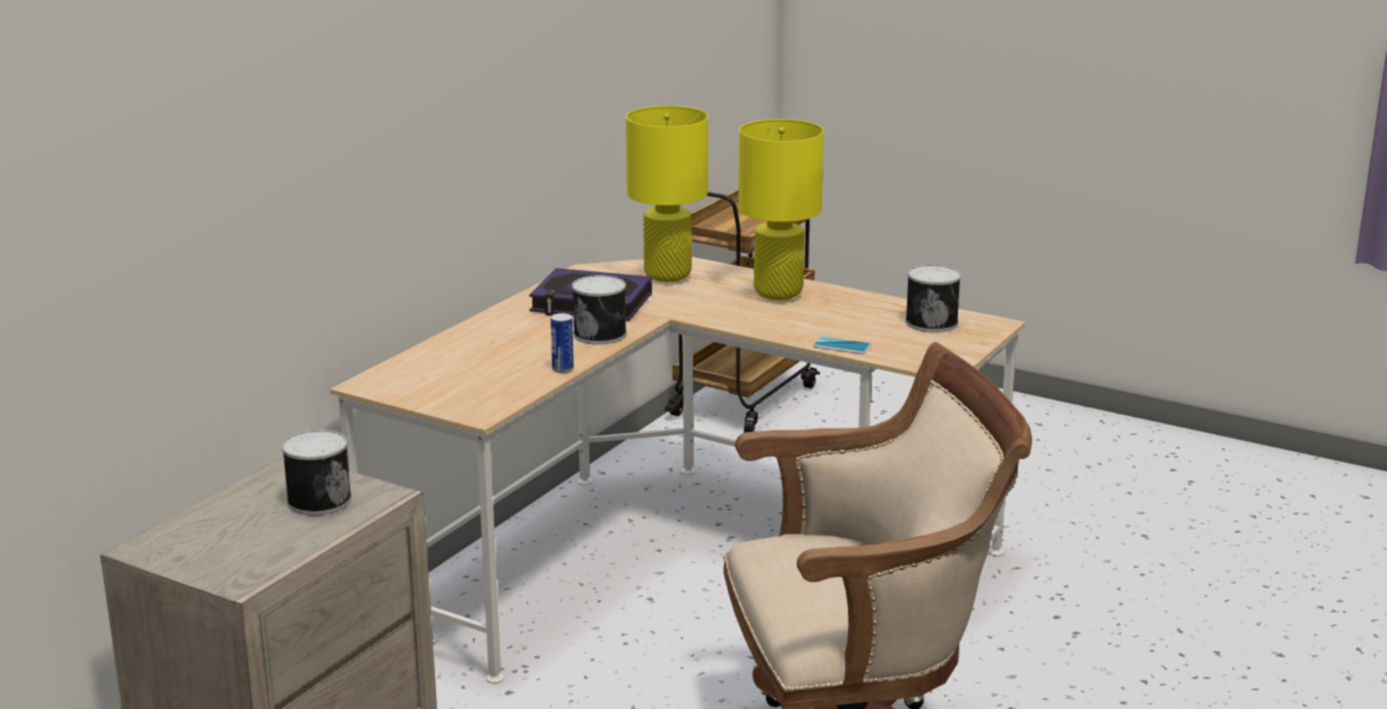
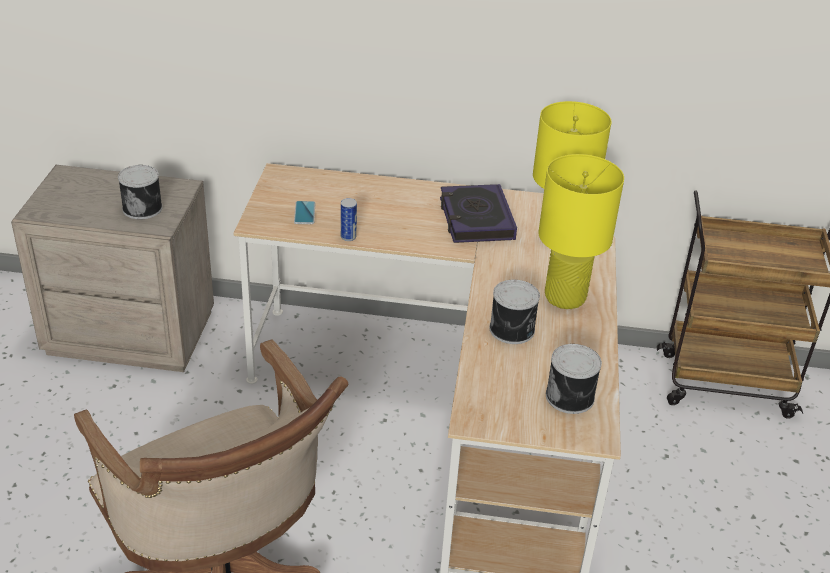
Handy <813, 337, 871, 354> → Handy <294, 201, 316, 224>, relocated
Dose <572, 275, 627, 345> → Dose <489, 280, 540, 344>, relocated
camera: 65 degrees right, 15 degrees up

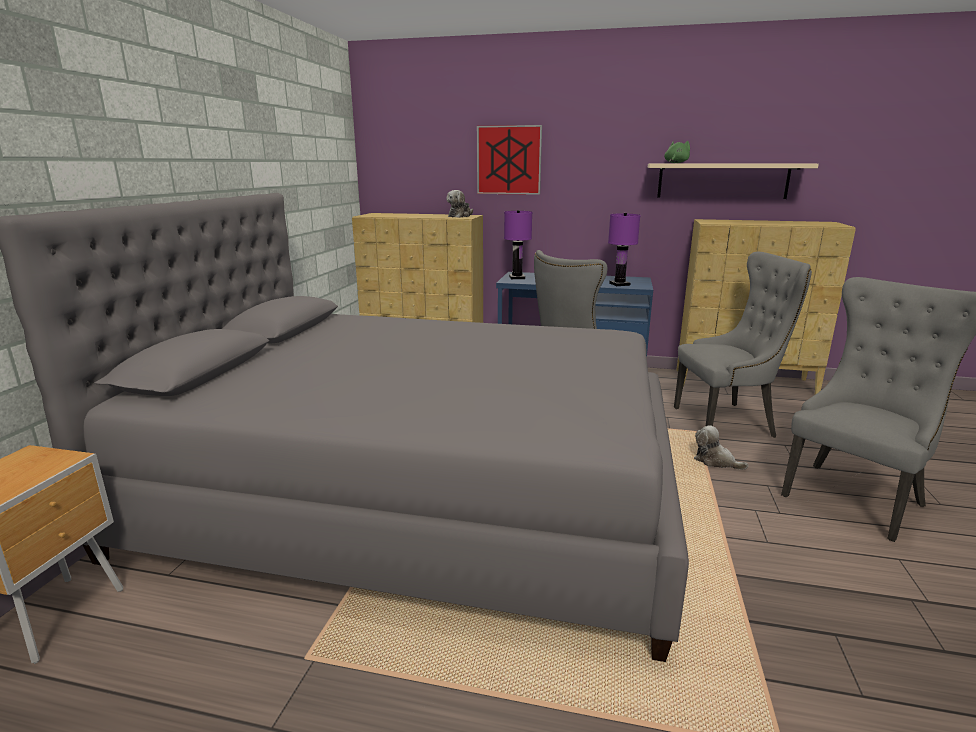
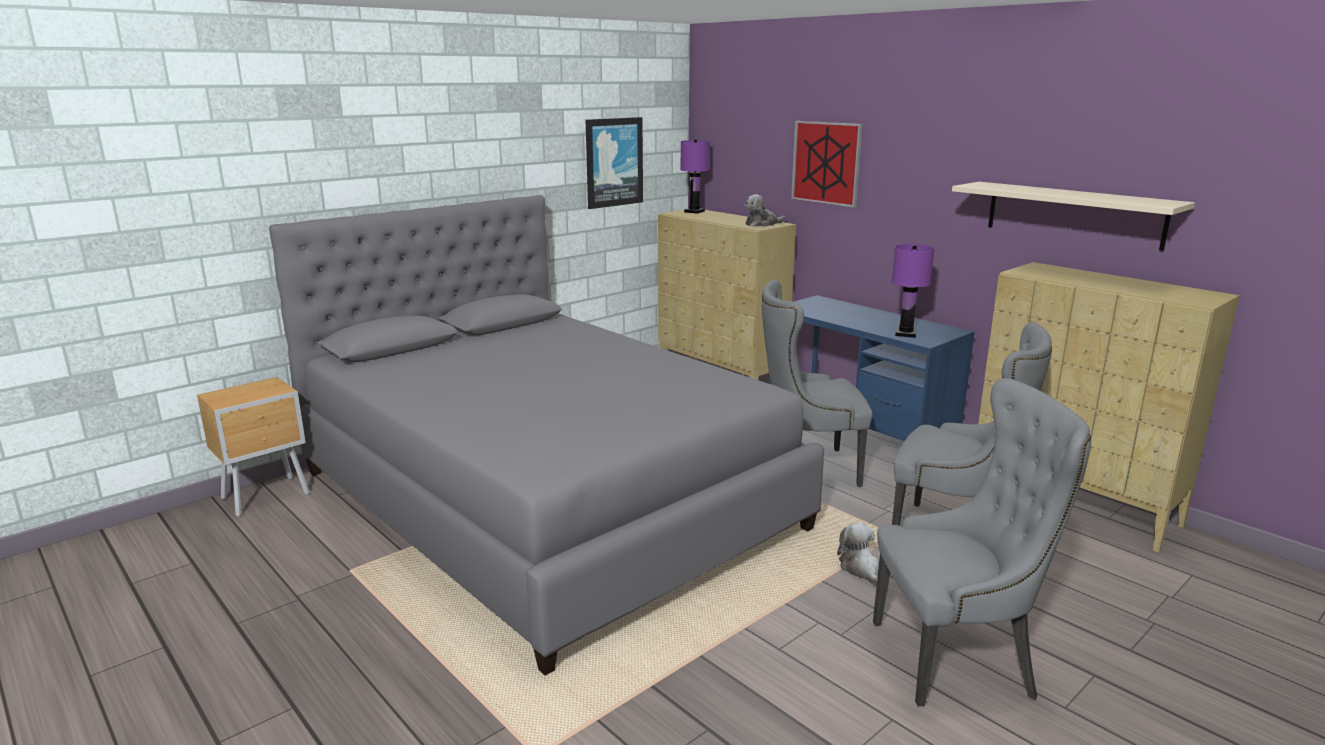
- → Bild <586, 117, 643, 209>
Tischlampe [lila] <504, 210, 532, 279> → Tischlampe [lila] <680, 139, 710, 214>, relocated
Plüschtier [grün] <664, 141, 690, 163> → -
camera: 35 degrees right, 0 degrees up

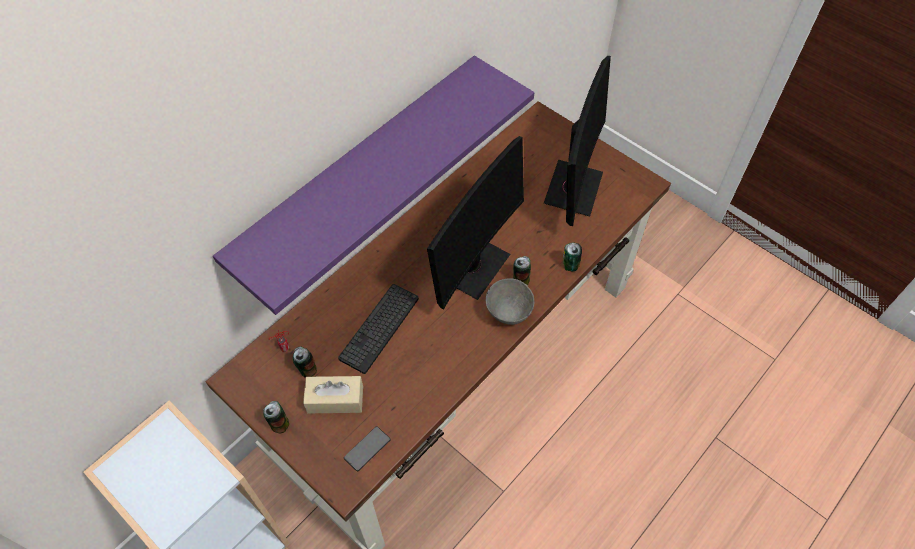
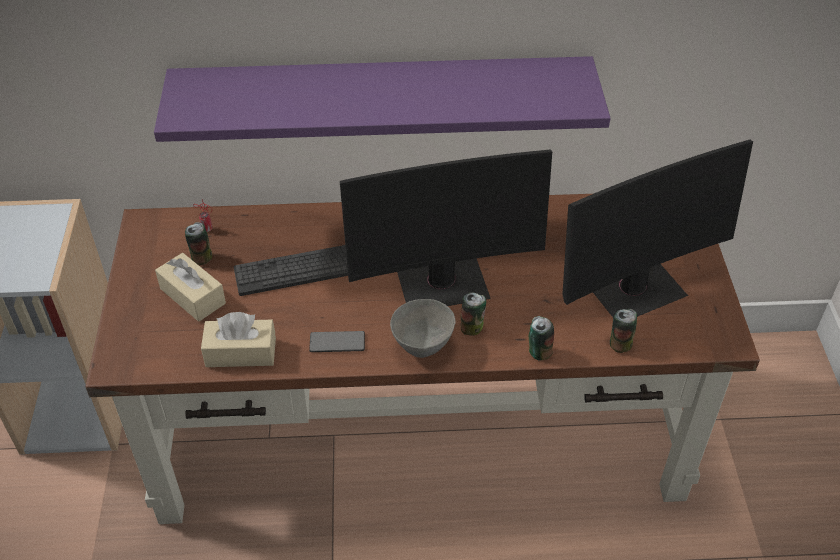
- → Taschentuchbox [beige] <201, 312, 276, 367>
Handy <344, 426, 391, 471> → Handy <309, 331, 365, 352>, relocated
Dose <263, 401, 289, 433> → Dose <610, 309, 637, 353>, relocated
camera: 45 degrees right, 10 degrees down

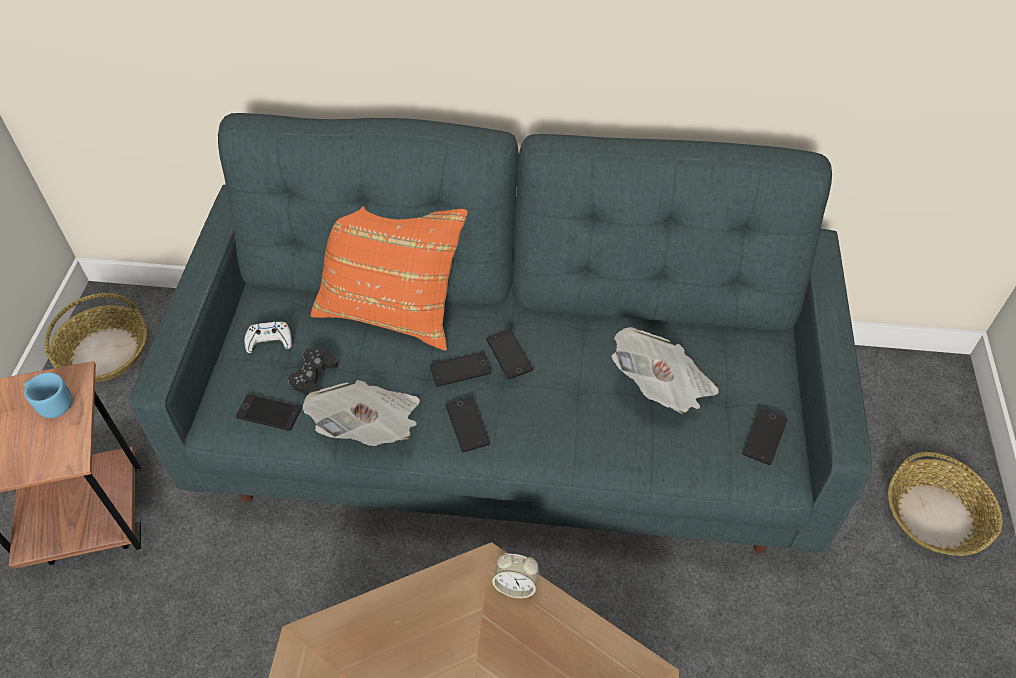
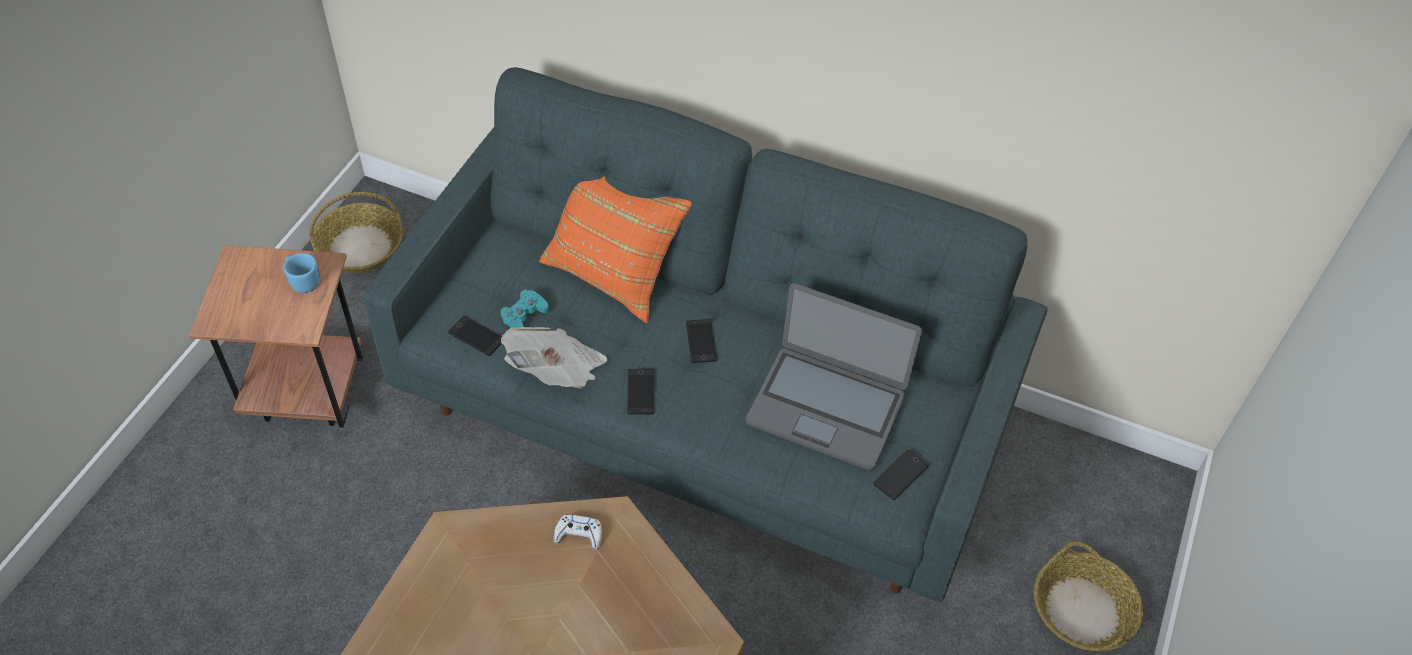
Gamepad [schwarz] <287, 348, 338, 395> → Gamepad [türkis] <500, 289, 549, 328>
Gamepad [weiß] <245, 322, 292, 353> → Gamepad [weiß] <554, 514, 602, 550>, relocated
Zeitung <611, 327, 719, 414> → Laptop <746, 283, 922, 471>
Handy <430, 352, 491, 387> → -
Wecker <492, 553, 539, 598> → -
camera: 15 degrees right, 0 degrees up

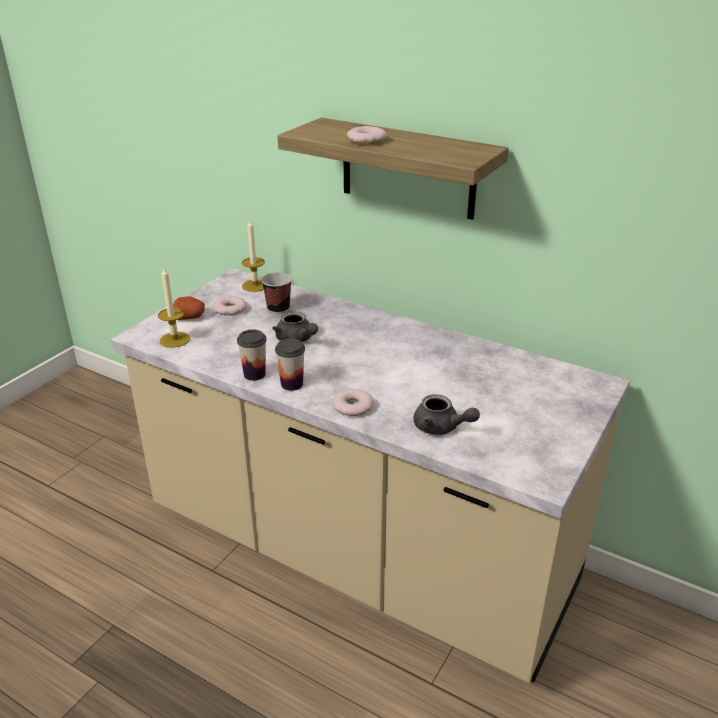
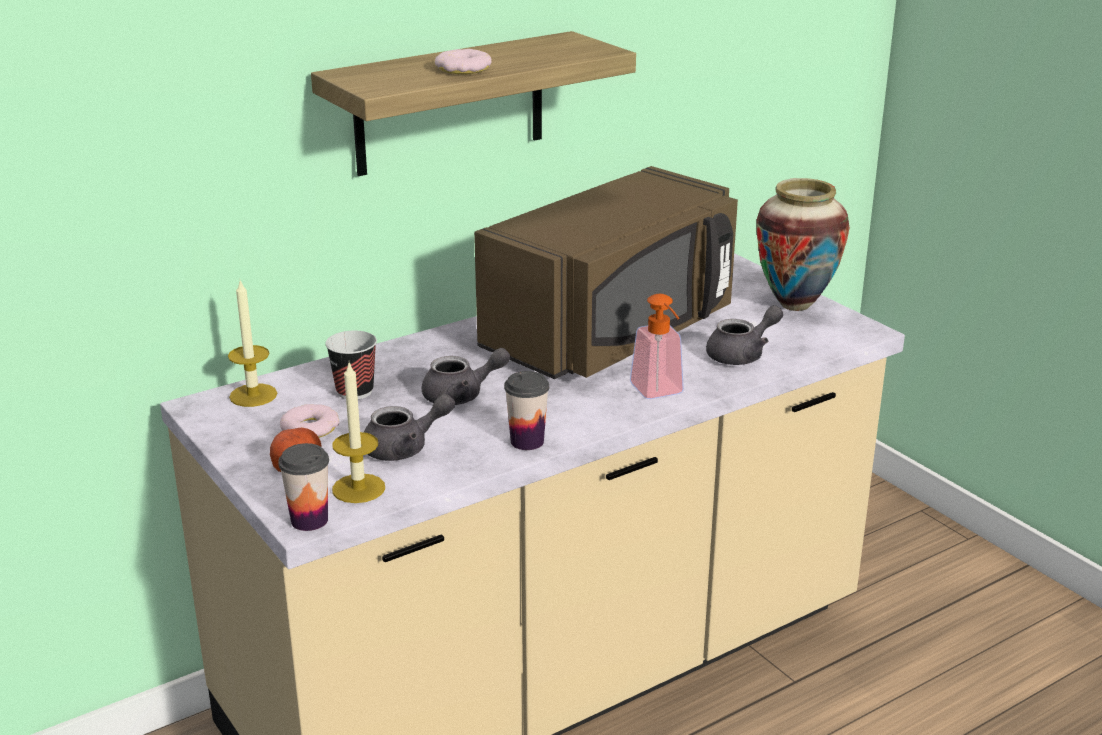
Tasse <275, 338, 305, 391> → Tasse <278, 443, 329, 531>, relocated
- → Teekanne [grau] <364, 394, 455, 461>
- → Mikrowelle [braun] <474, 166, 738, 379>
Donut <333, 389, 374, 416> → Seifenspender <630, 294, 684, 399>
- → Vase <757, 178, 849, 311>
camera: 65 degrees left, 5 degrees down

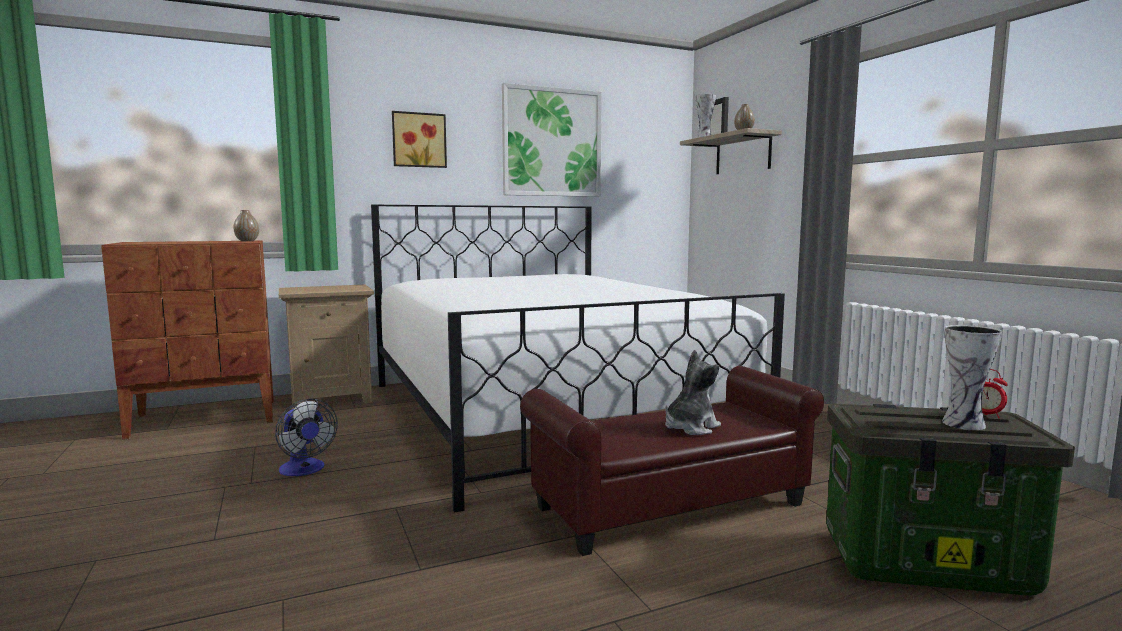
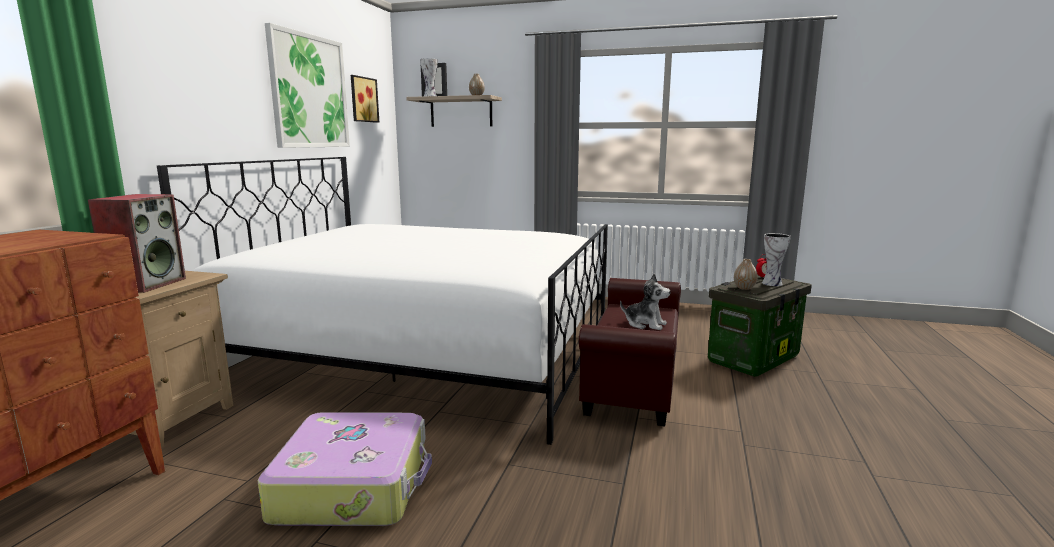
- → Lautsprecher <88, 194, 186, 293>
Ventilator <275, 399, 338, 476> → Koffer <258, 412, 432, 526>
Bild <392, 111, 447, 168> → Bild <351, 75, 379, 123>, relocated
Plüschtier <665, 350, 721, 435> → Plüschtier <620, 273, 670, 330>, 120 degrees clockwise
Vase <234, 210, 259, 241> → Vase <734, 259, 758, 290>, relocated
camera: 50 degrees left, 5 degrees up

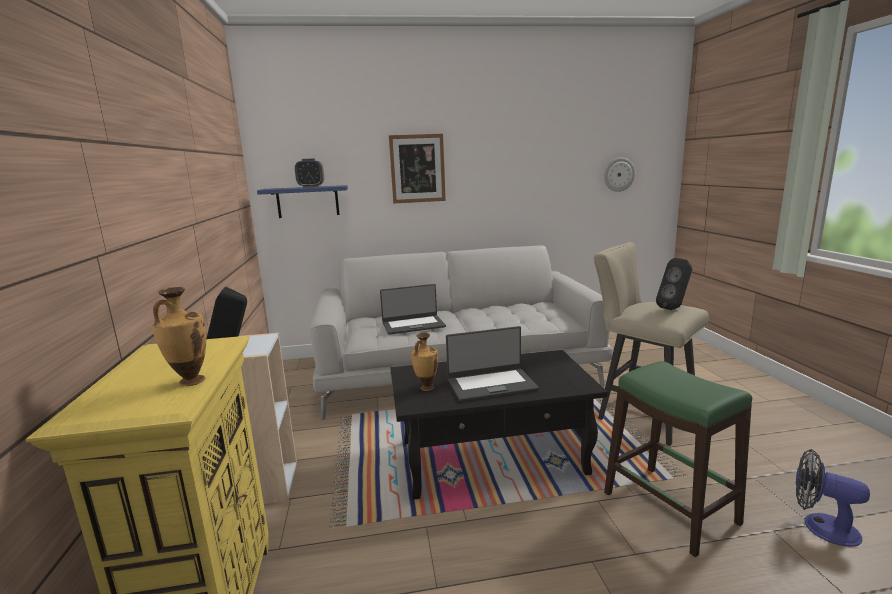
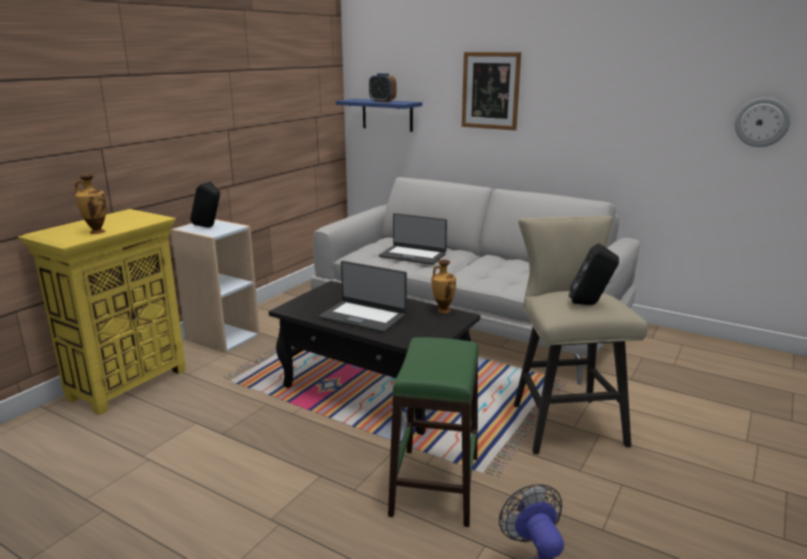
Vase <411, 333, 438, 391> → Vase <431, 259, 456, 313>, relocated
camera: 40 degrees right, 5 degrees up

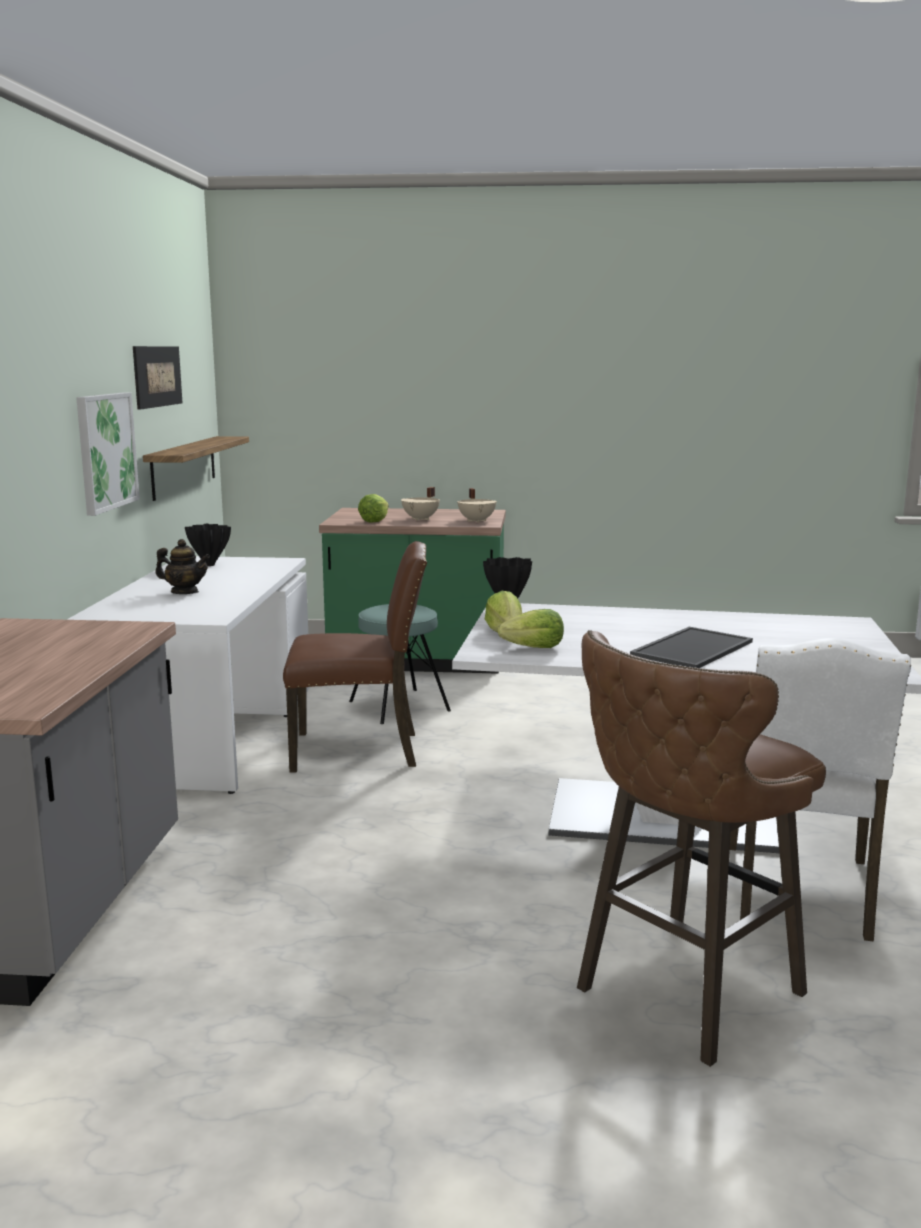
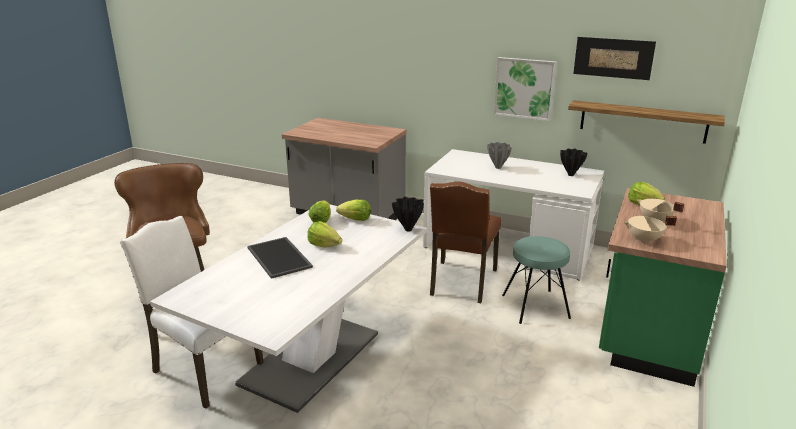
- → Salatkopf <308, 221, 342, 247>
Teekanne <155, 539, 210, 594> → Vase [grau] <487, 142, 512, 169>
camera: 110 degrees right, 10 degrees up

